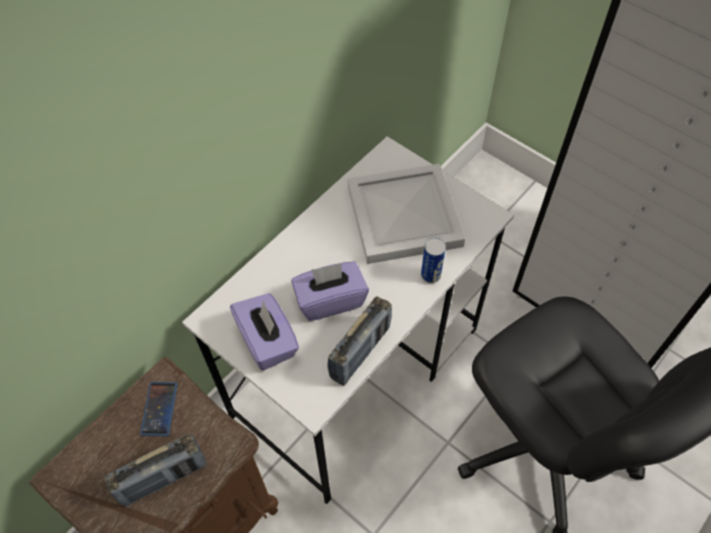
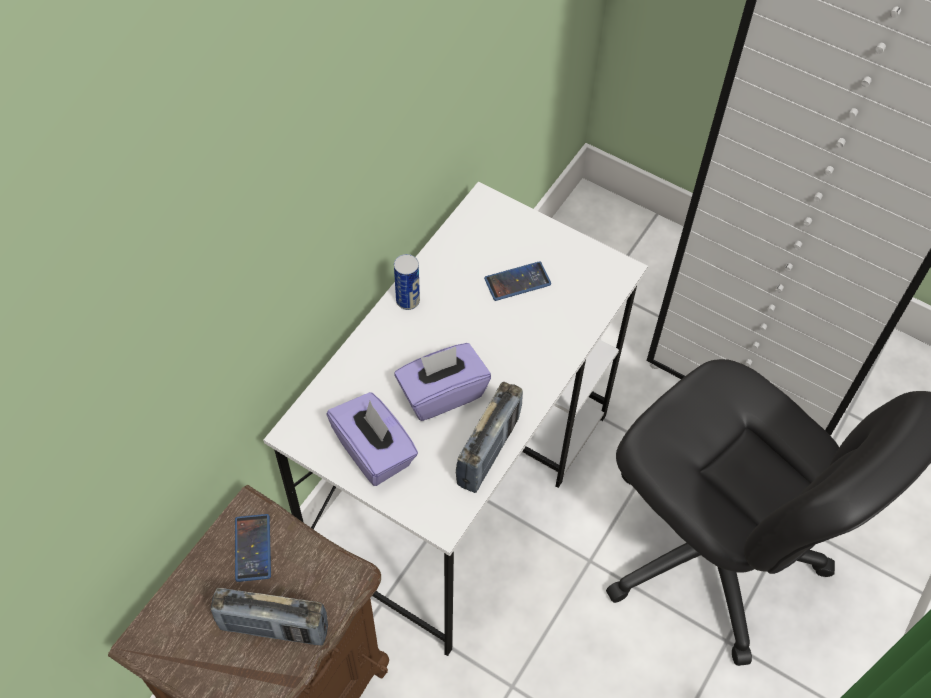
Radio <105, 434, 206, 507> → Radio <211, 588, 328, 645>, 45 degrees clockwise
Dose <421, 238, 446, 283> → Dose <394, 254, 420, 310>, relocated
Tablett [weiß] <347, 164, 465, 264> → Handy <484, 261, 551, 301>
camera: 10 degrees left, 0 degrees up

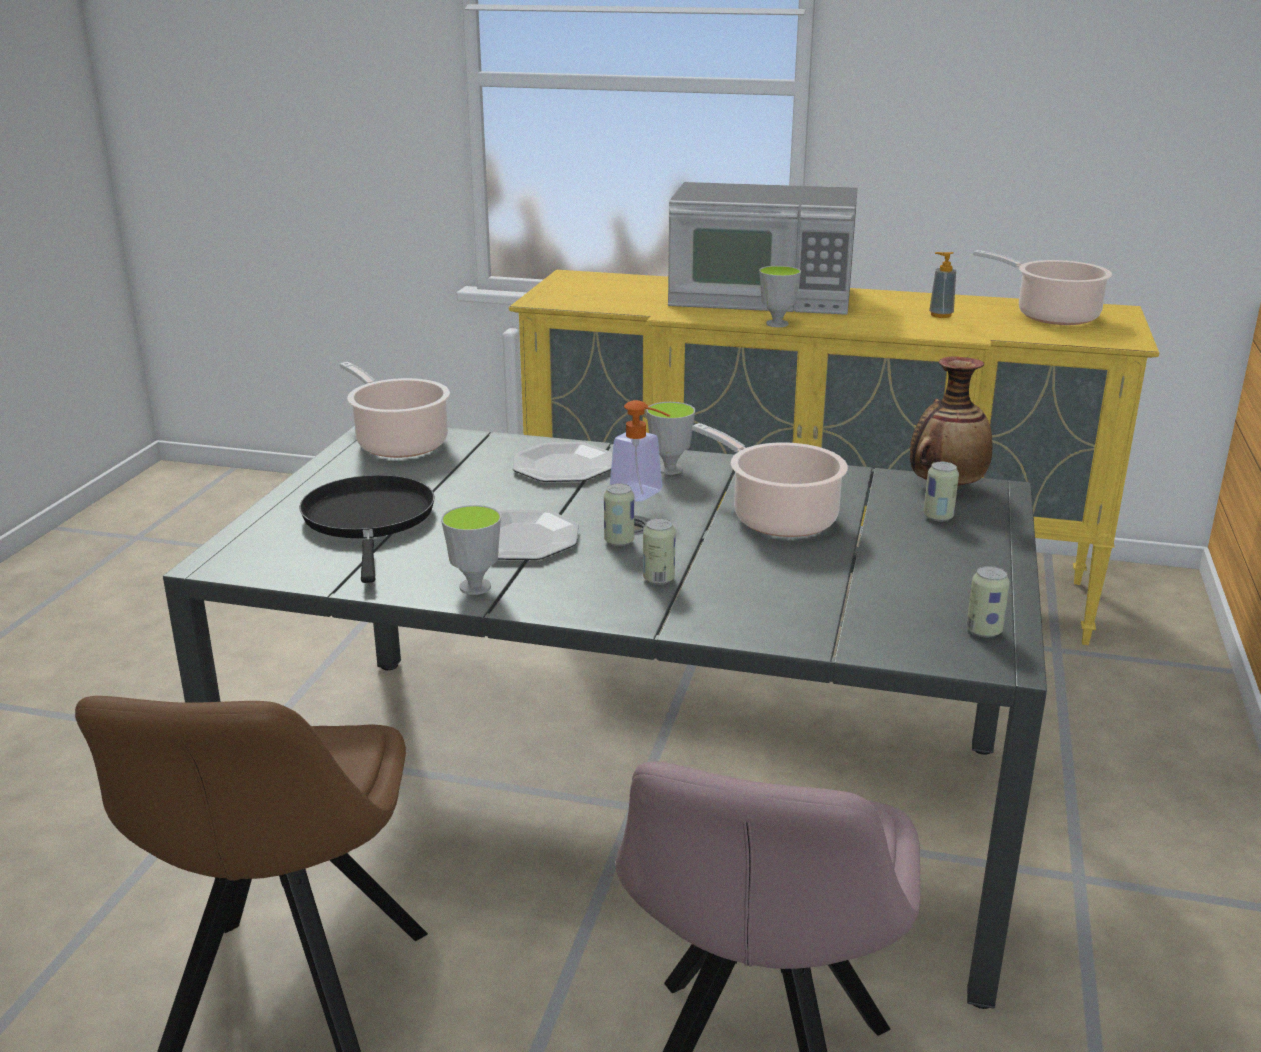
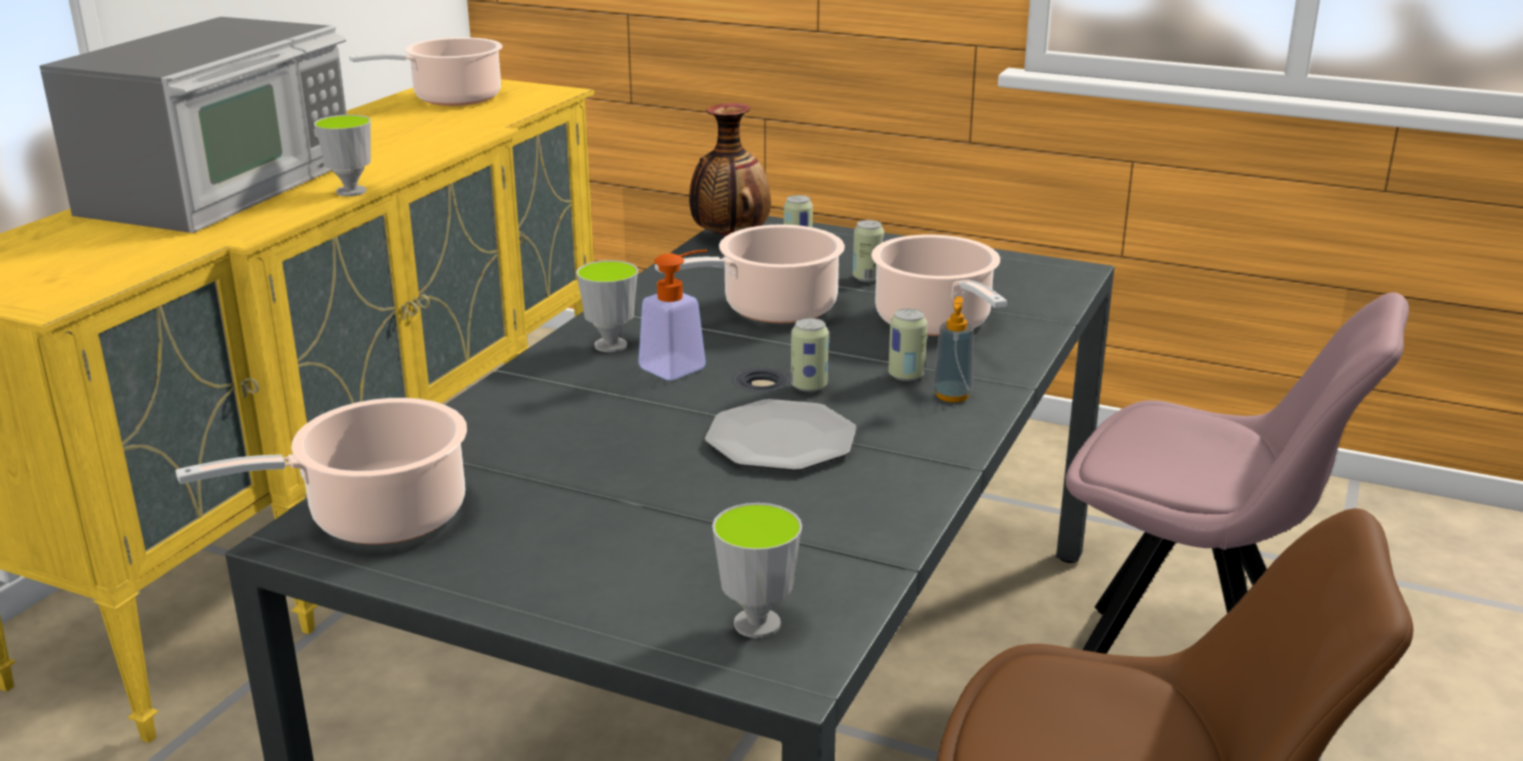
Tasse <441, 505, 501, 595> → Tasse <712, 503, 802, 638>, relocated
Dose <966, 566, 1010, 637> → Dose <853, 220, 884, 282>, relocated
- → Kochtopf <871, 235, 1007, 336>
Seifenspender <929, 252, 956, 318> → Seifenspender <933, 296, 974, 402>, relocated
Pfanne [schwarz] <299, 475, 435, 583> → -
Teller <513, 442, 613, 482> → -
camera: 80 degrees left, 0 degrees up

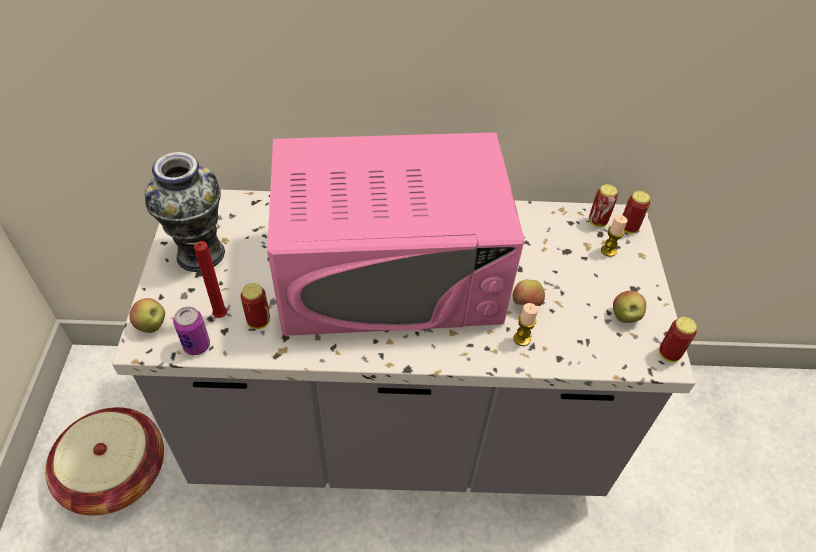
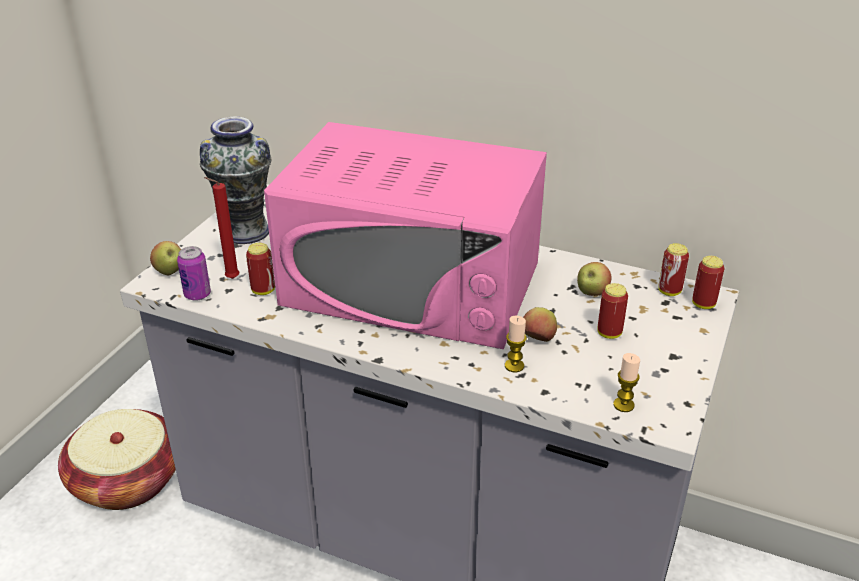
Apfel <613, 291, 646, 323> → Apfel <577, 262, 612, 296>, relocated
Dose <659, 317, 697, 362> → Dose <598, 283, 628, 339>, relocated
Kerze <601, 215, 628, 257> → Kerze <613, 353, 640, 412>, relocated
camera: 25 degrees right, 15 degrees down

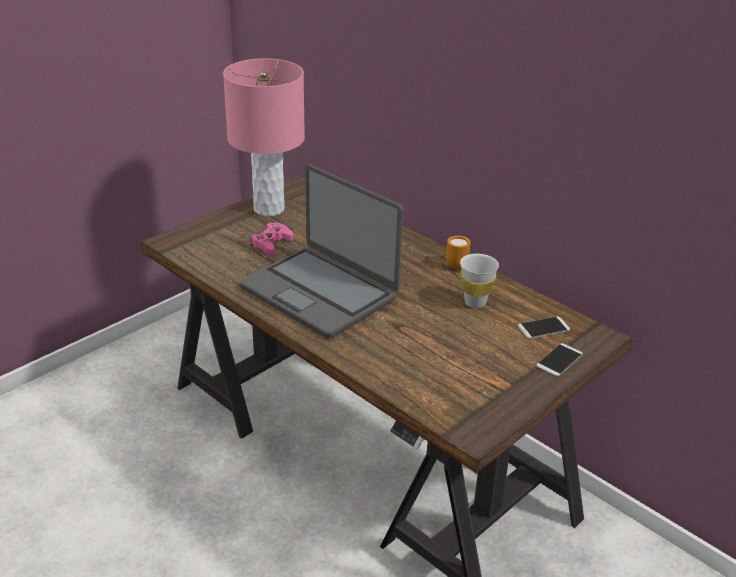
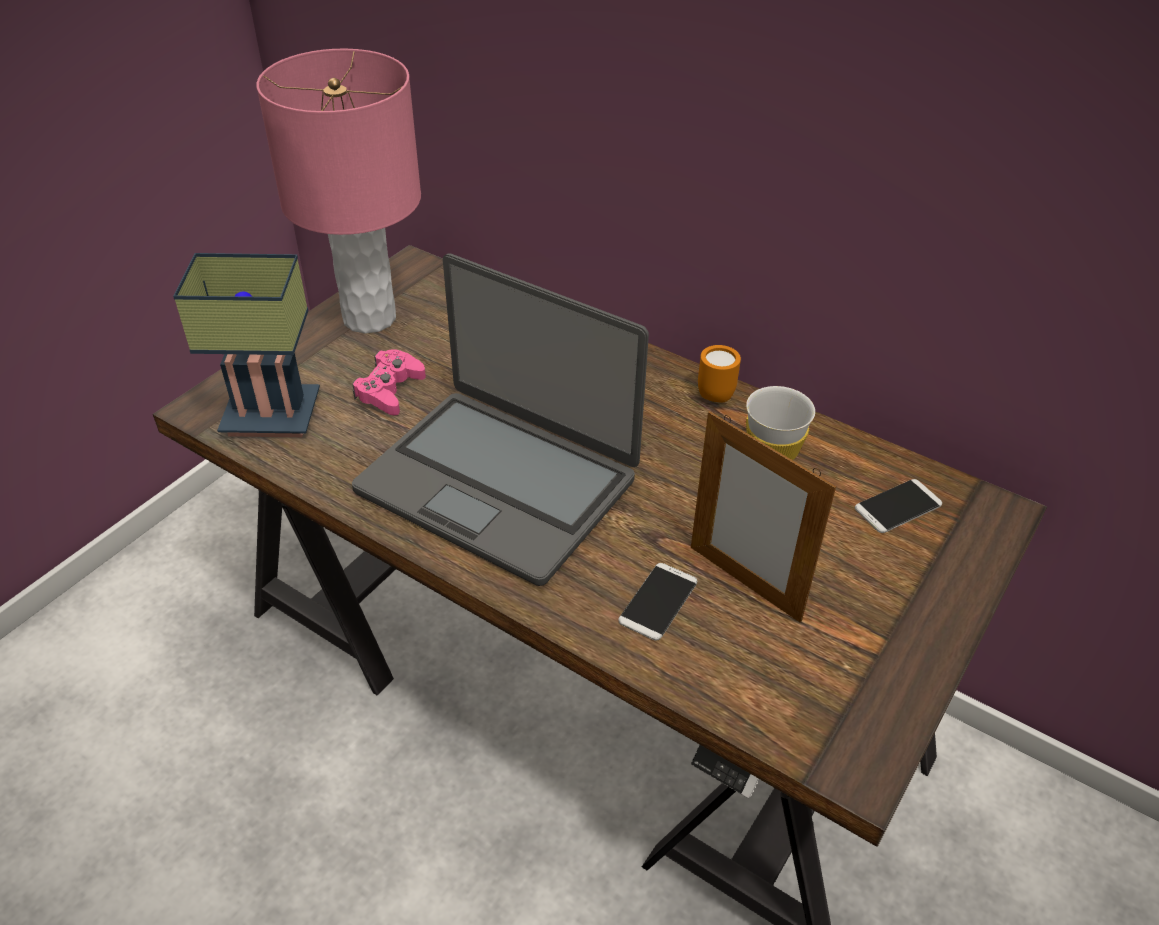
- → Tischlampe <173, 253, 320, 437>
Handy <536, 343, 583, 376> → Handy <619, 563, 697, 641>, relocated
- → Bilderrahmen <691, 411, 836, 623>
camera: 10 degrees left, 10 degrees up

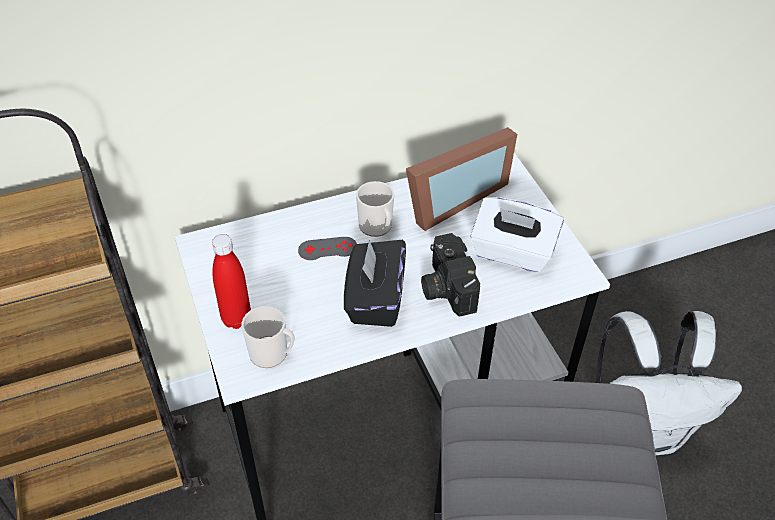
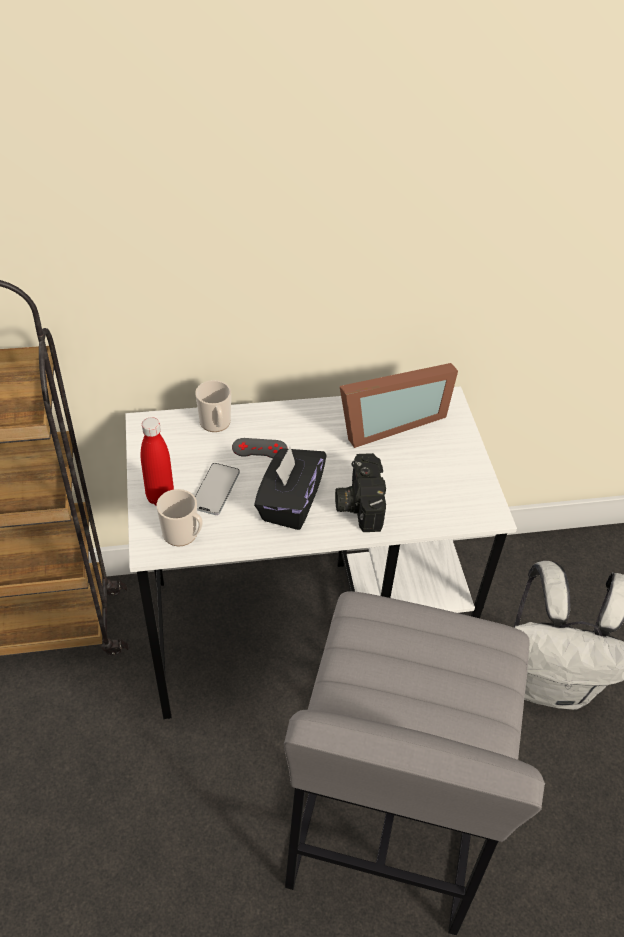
Henkelbecher <356, 181, 394, 237> → Henkelbecher <195, 380, 231, 432>, relocated
- → Handy <195, 463, 240, 515>
Taschentuchbox [weiß] <470, 197, 564, 273> → -
camera: 10 degrees right, 0 degrees up

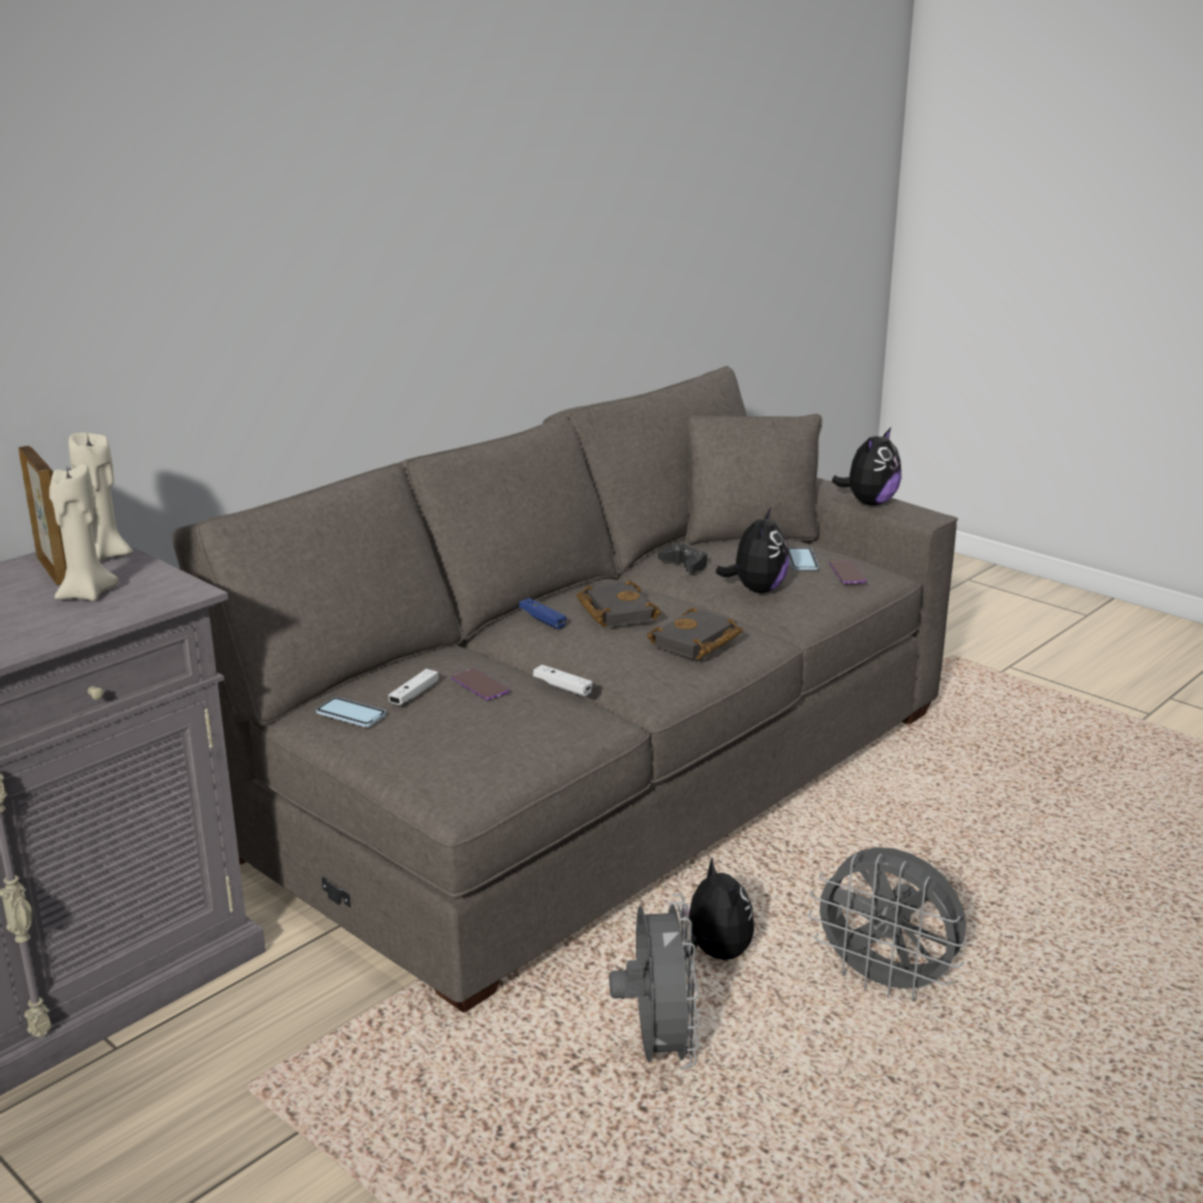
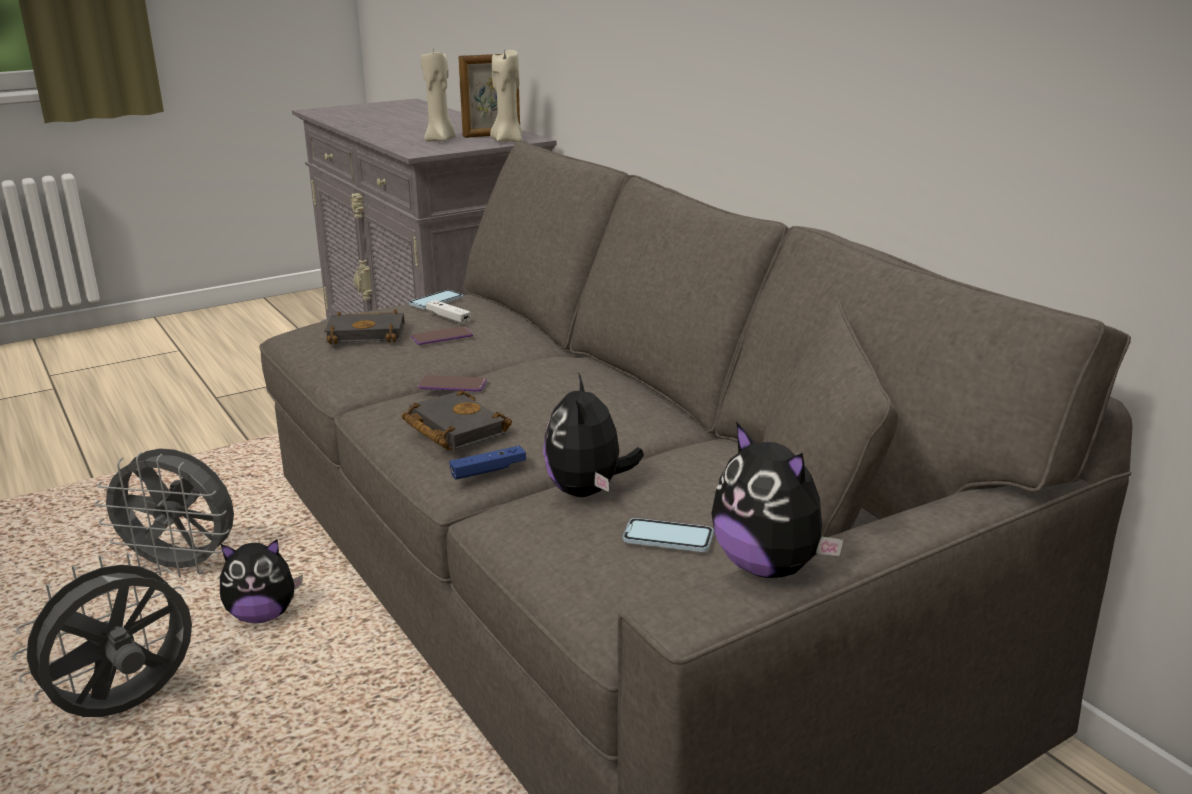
Buch [schwarz] <576, 580, 661, 627> → Buch [schwarz] <324, 309, 405, 345>, relocated
Handy <829, 560, 867, 584> → Handy <418, 375, 487, 392>, relocated
Gamepad [blau] <519, 598, 566, 629> → Gamepad [blau] <449, 446, 526, 480>, relocated
Plüschtier <716, 507, 789, 593> → Plüschtier <543, 373, 644, 497>, 60 degrees clockwise
Gamepad [weiß] <533, 665, 592, 697> → -
Gamepad [schwarz] <658, 543, 708, 572> → -
camera: 105 degrees right, 0 degrees up

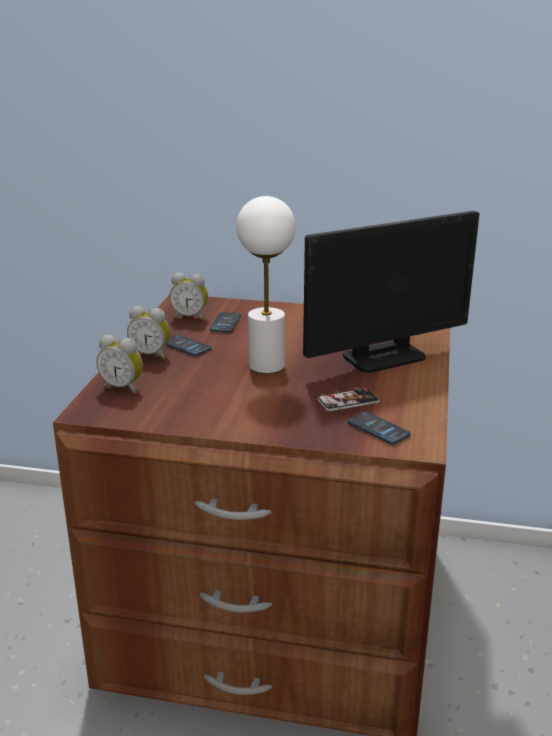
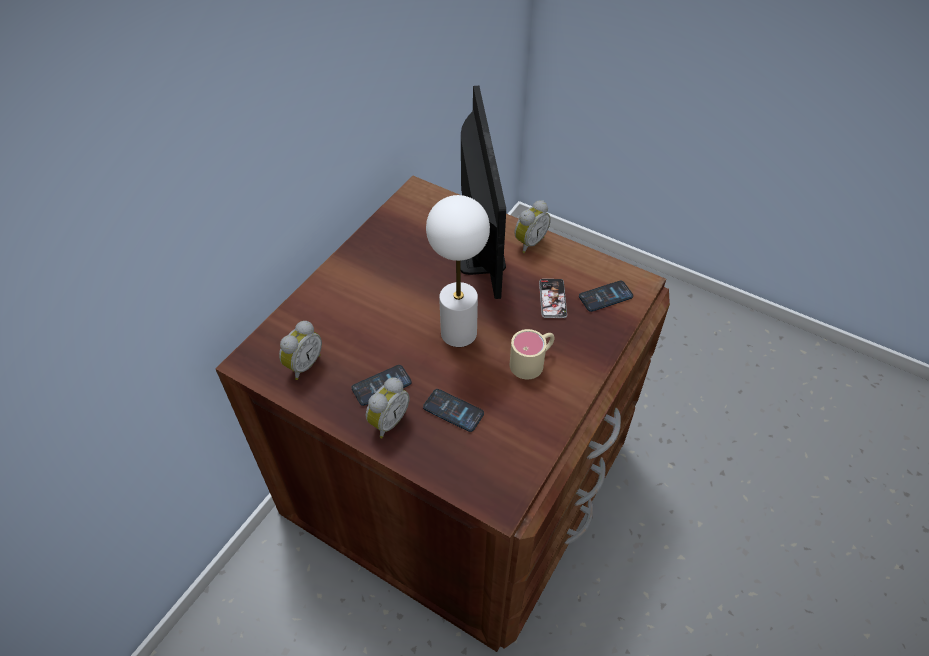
Handy <210, 312, 241, 333> → Handy <423, 389, 484, 432>, relocated
- → Henkelbecher [beige] <510, 329, 555, 379>
Wecker <96, 335, 143, 394> → Wecker <514, 200, 551, 253>, relocated
camera: 70 degrees left, 25 degrees up

